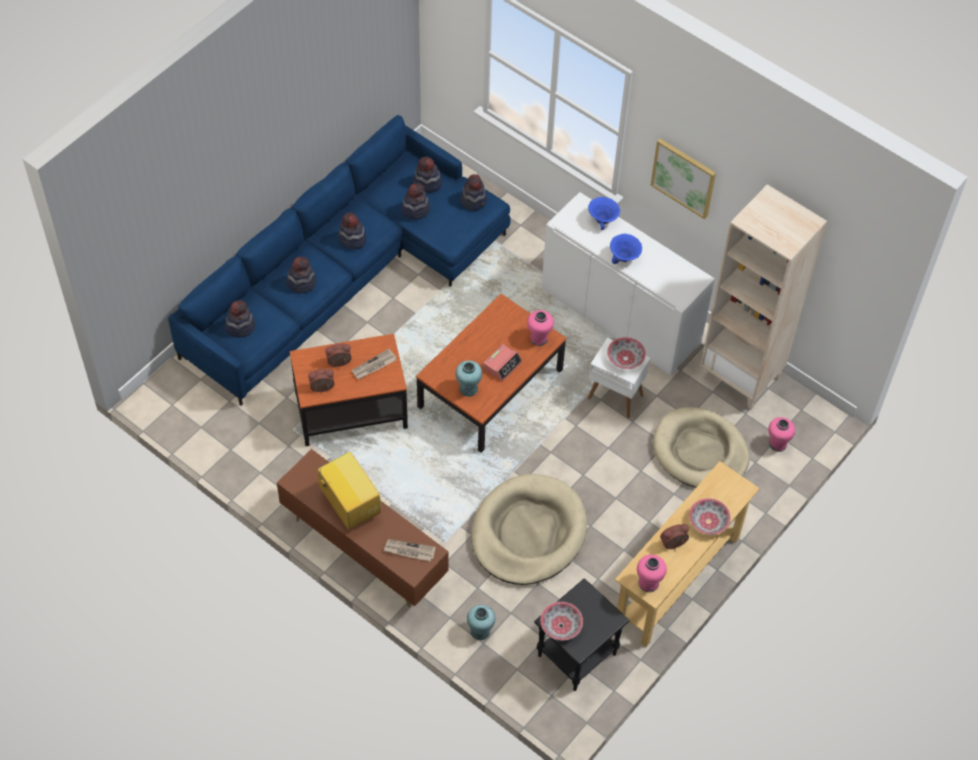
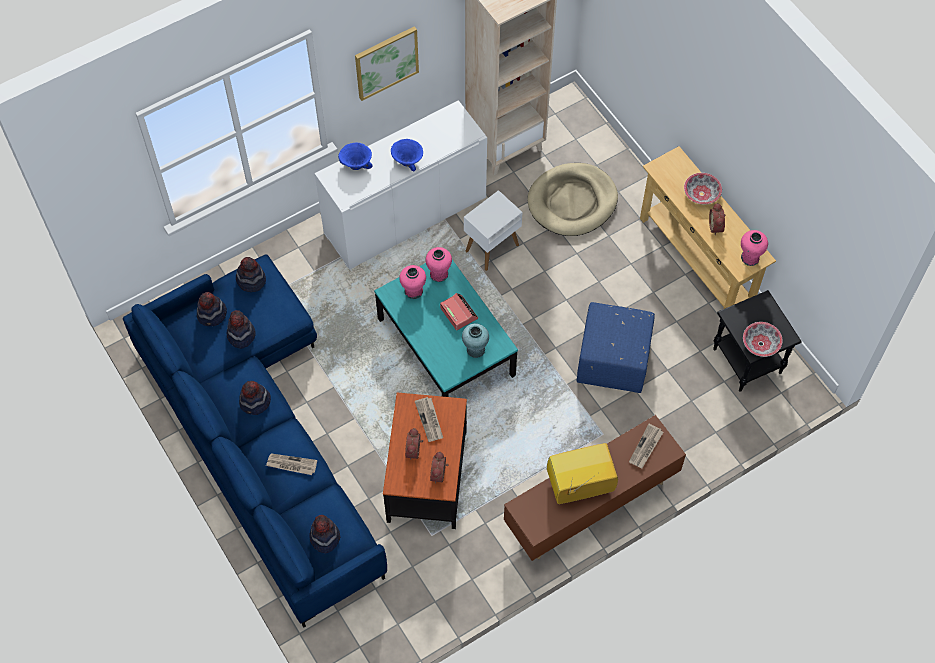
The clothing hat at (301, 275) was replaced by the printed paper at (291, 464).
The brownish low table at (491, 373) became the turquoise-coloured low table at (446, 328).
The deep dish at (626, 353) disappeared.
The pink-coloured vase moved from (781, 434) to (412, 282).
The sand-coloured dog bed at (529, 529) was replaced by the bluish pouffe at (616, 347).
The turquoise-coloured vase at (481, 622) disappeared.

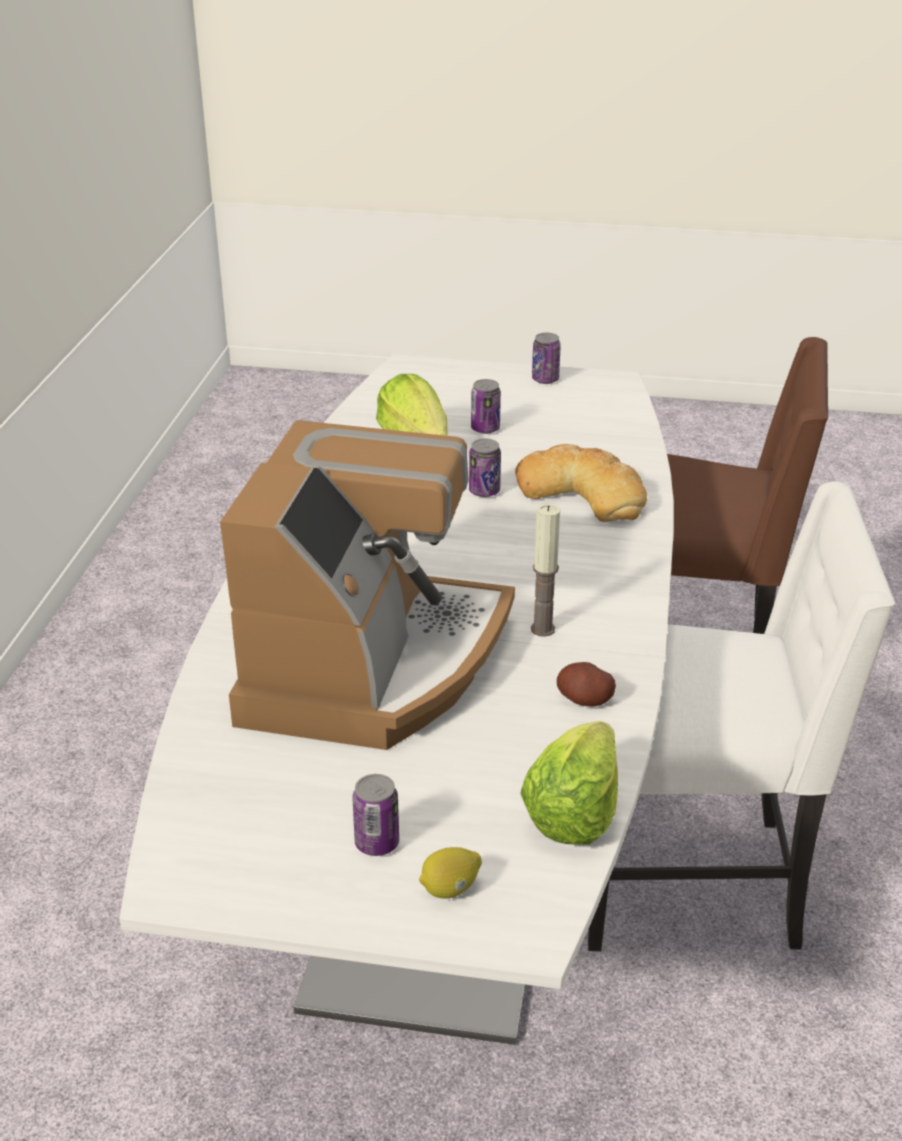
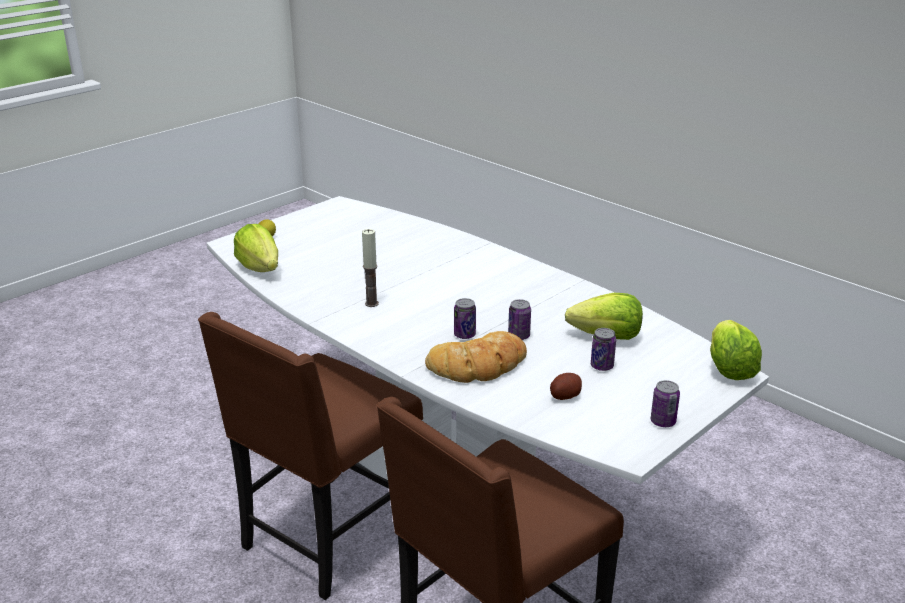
The coffee maker at (367, 585) disappeared.
The white-coloured upright chair at (741, 716) became the brownish upright chair at (310, 456).
The whole potato moved from (586, 684) to (566, 386).
The can moved from (375, 815) to (465, 318).
The head of lettuce at (736, 350) appeared.

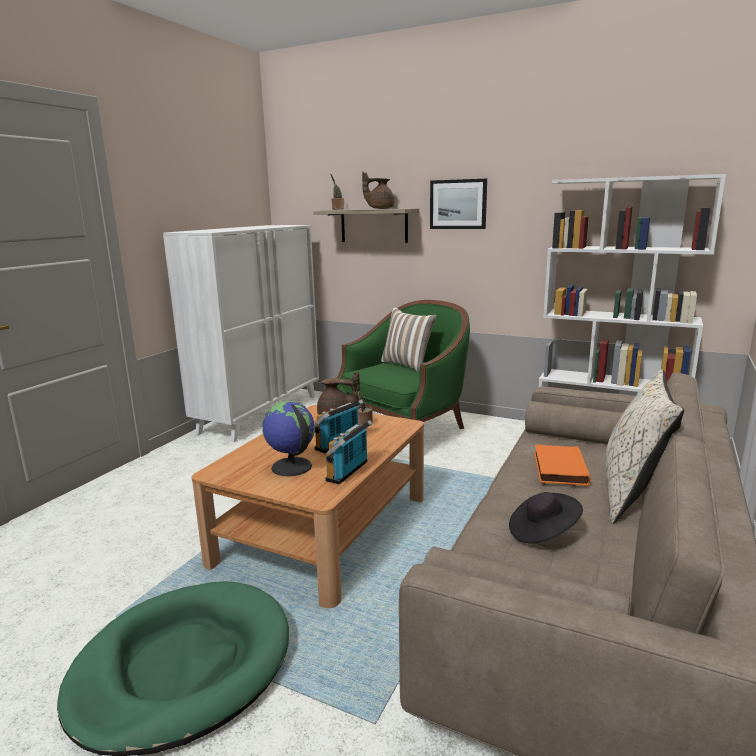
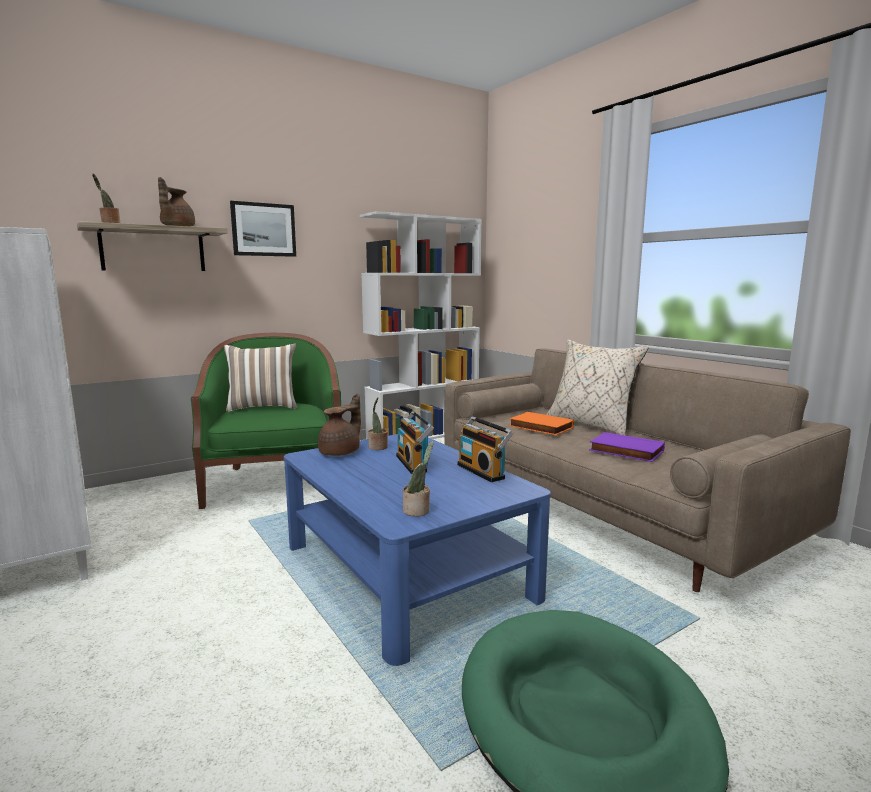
The world globe at (288, 438) disappeared.
The brownish low table at (308, 506) became the bluish low table at (417, 550).
The black clothing hat at (546, 518) was replaced by the purplish volume at (627, 447).
The plant in a pot at (418, 478) appeared.

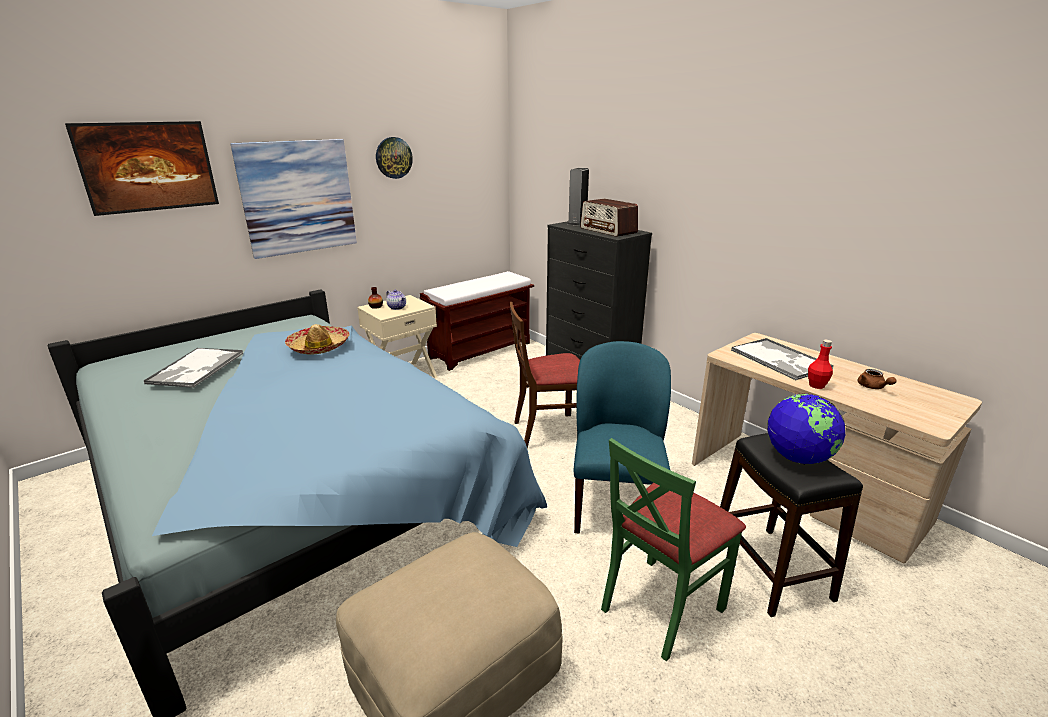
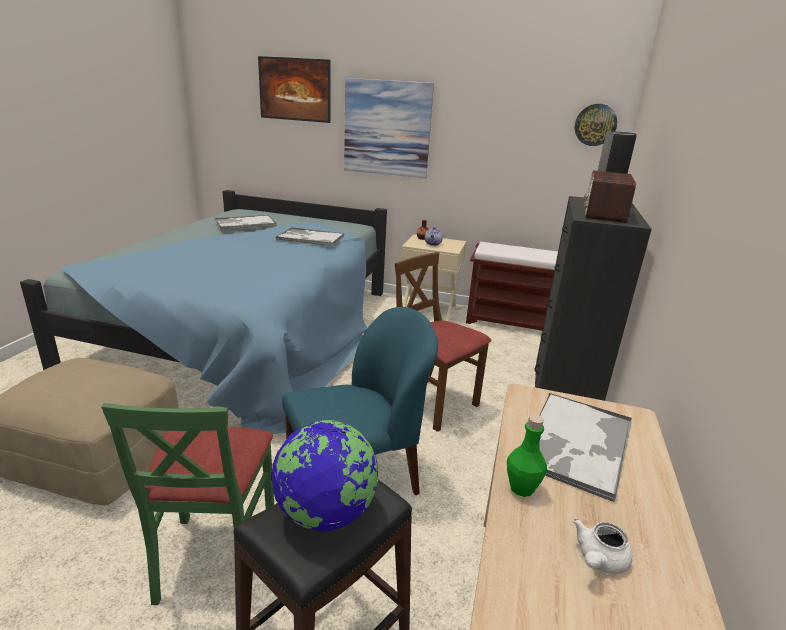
The wall clock moved from (394, 158) to (596, 125).
The clothing hat at (317, 339) was replaced by the tray at (310, 236).
The reddish bottle at (820, 364) became the green-coloured bottle at (527, 455).
The brownish tea pot at (877, 379) became the white-coloured tea pot at (603, 546).
The green-coloured upright chair at (673, 549) turned 105 degrees counterclockwise.

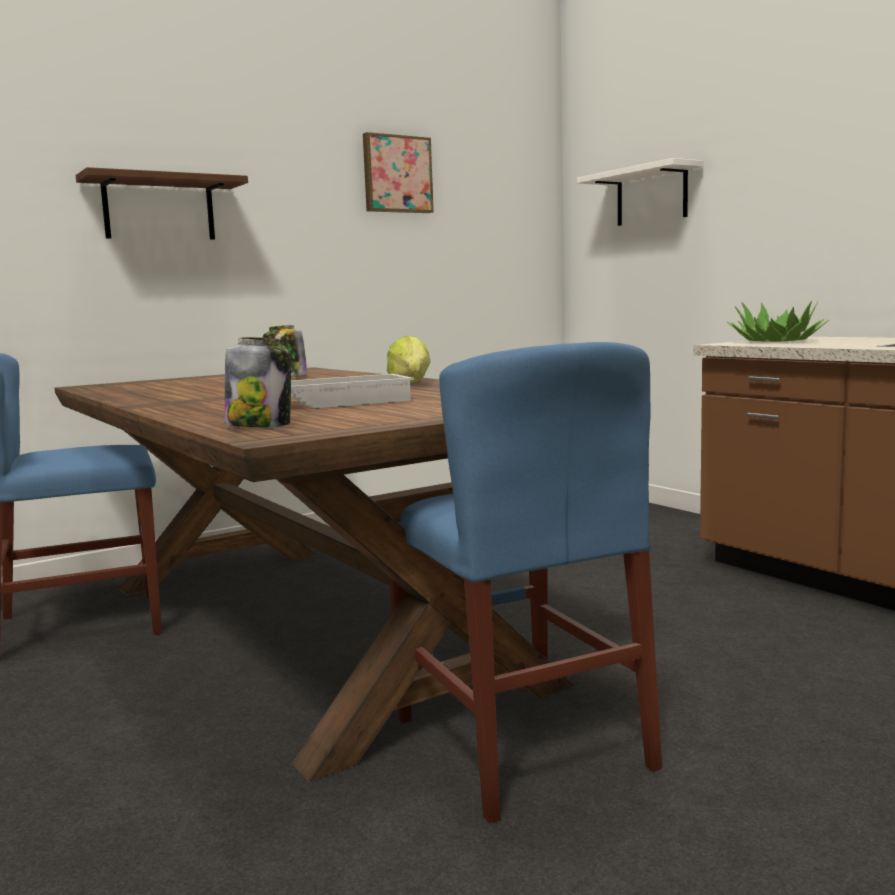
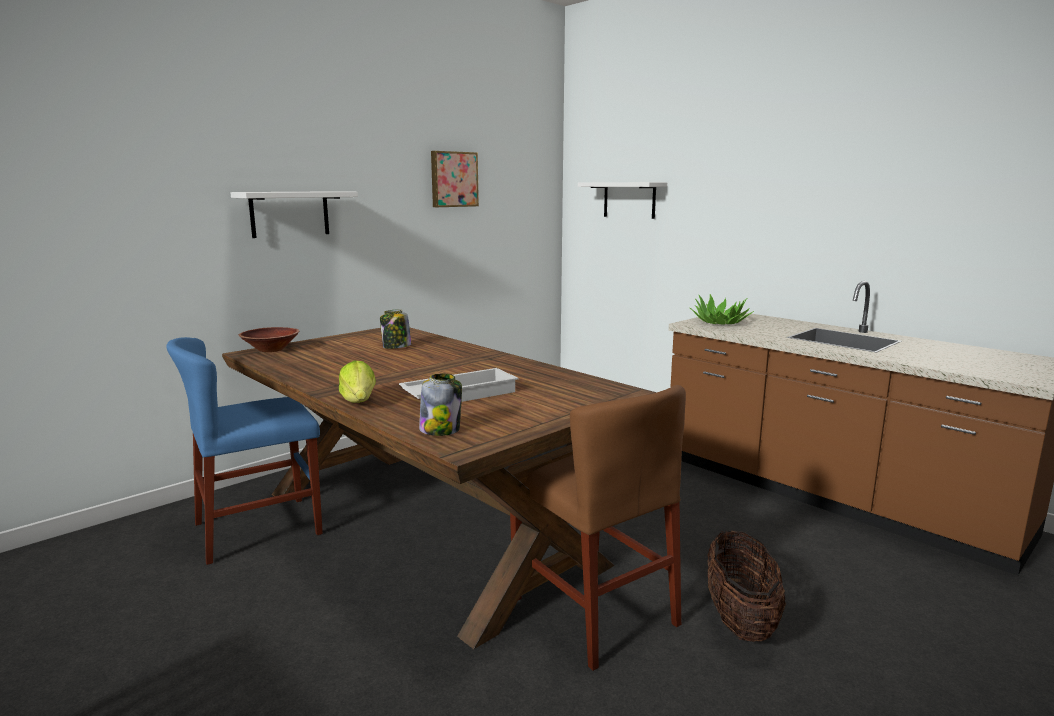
The brownish bracket shelf at (162, 203) became the white-coloured bracket shelf at (294, 214).
The head of lettuce moved from (409, 360) to (357, 381).
The bluish upright chair at (525, 582) became the brownish upright chair at (597, 528).
The brownish deep dish at (269, 339) appeared.
The household basket at (746, 586) appeared.

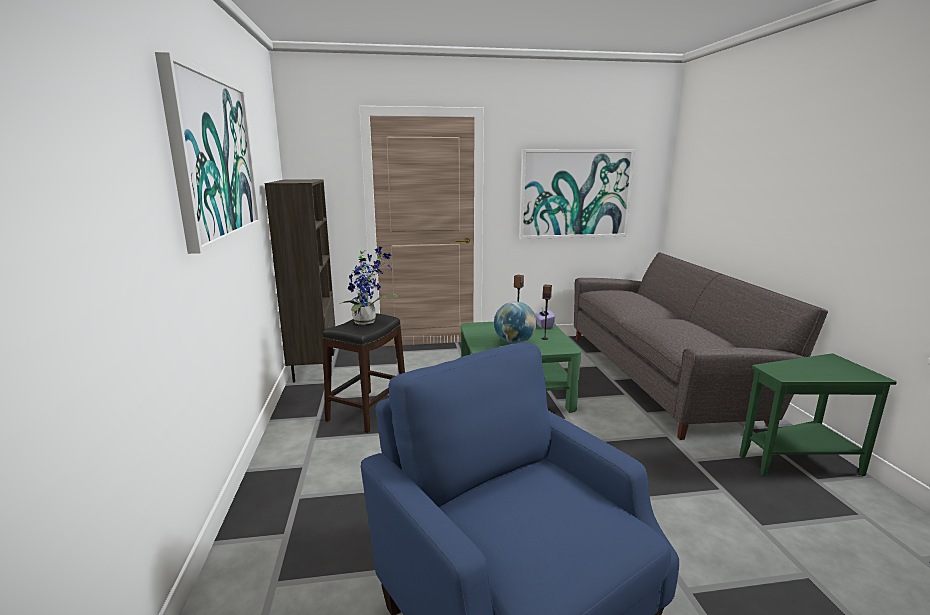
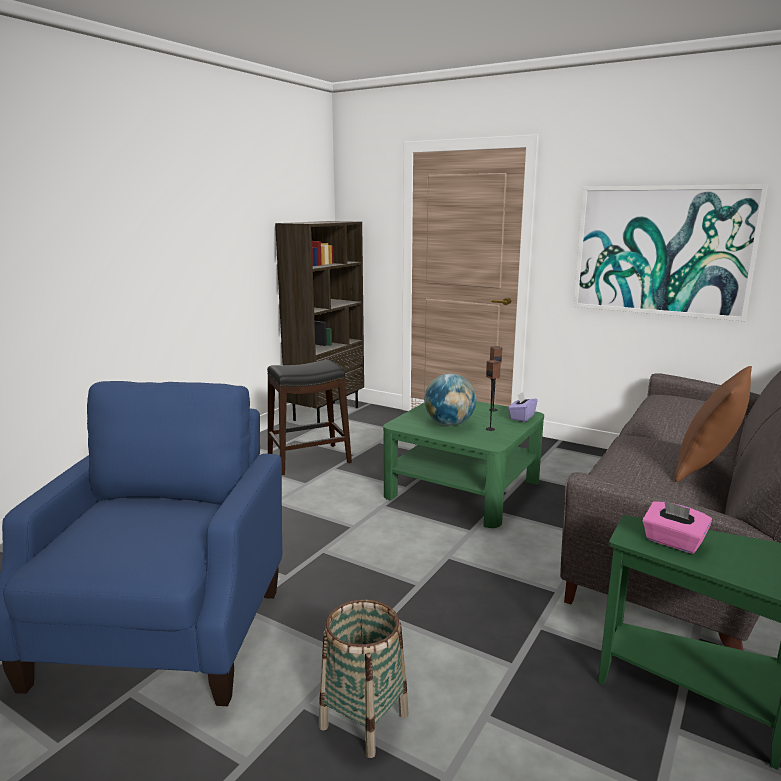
The wall art at (207, 153) disappeared.
The plant in a pot at (368, 285) disappeared.
The brownish throw pillow at (713, 424) appeared.
The pink-coloured tissue holder at (677, 527) appeared.
The household basket at (363, 678) appeared.

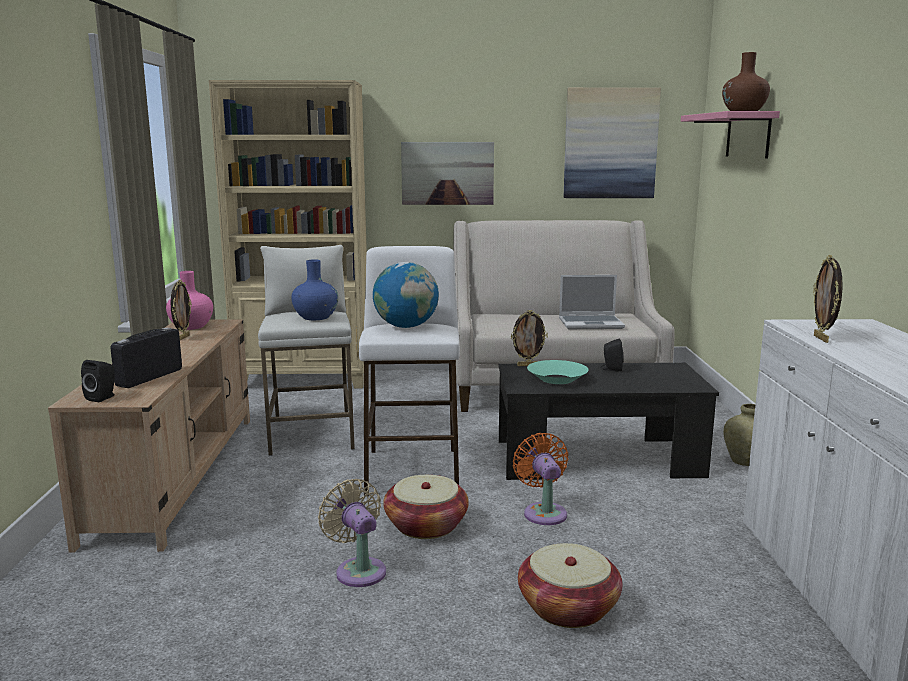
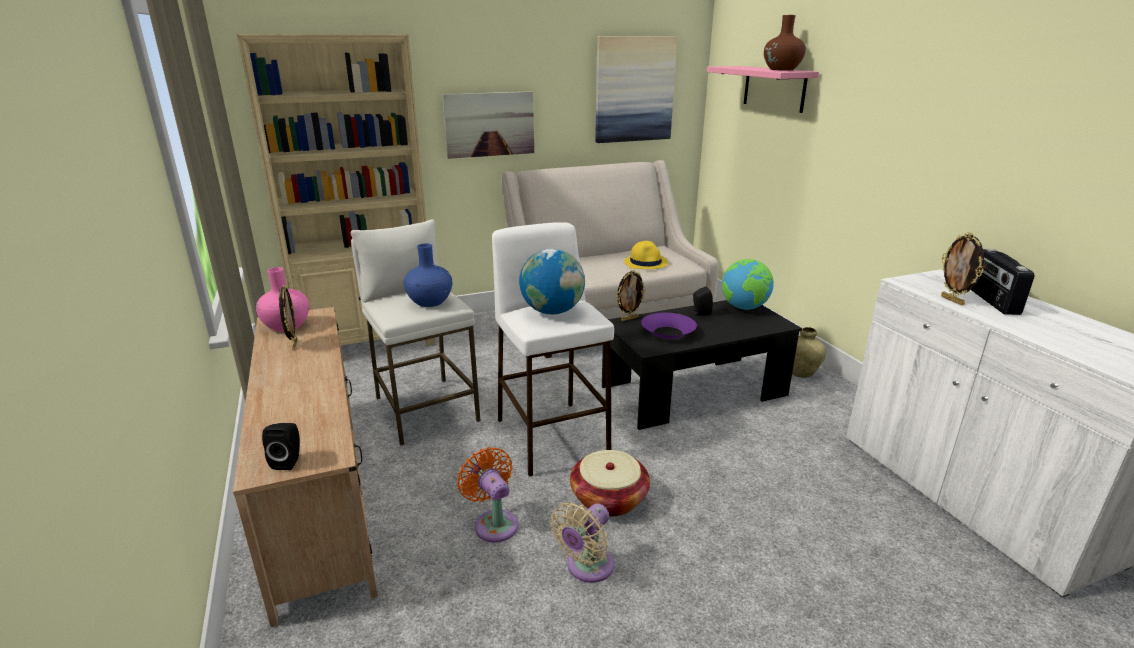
The notebook computer at (592, 302) was replaced by the yellow-coloured clothing hat at (646, 255).
The radio moved from (146, 358) to (1003, 282).
The turquoise-coloured deep dish at (558, 372) became the purplish deep dish at (669, 326).
The orange-coloured electric fan moved from (541, 479) to (488, 494).
The sand-coloured electric fan at (352, 533) turned 90 degrees counterclockwise.
The household basket at (570, 585) disappeared.
The world globe at (748, 284) appeared.

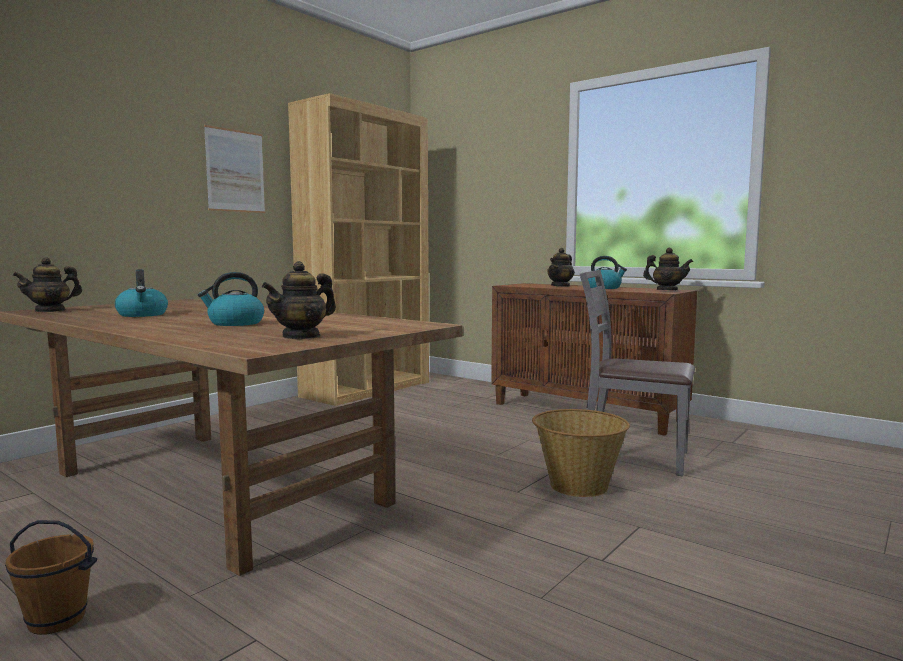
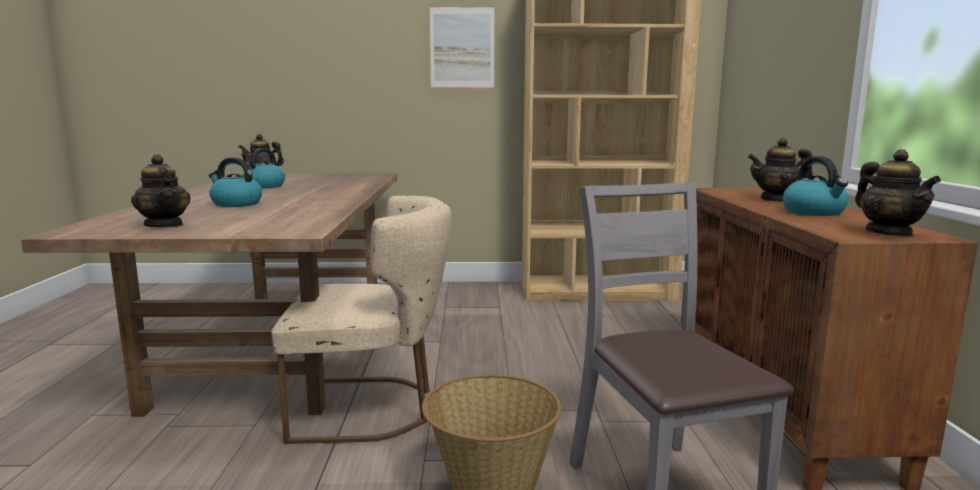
The tea pot at (299, 300) turned 135 degrees counterclockwise.
The brownish bucket at (51, 577) disappeared.
The sand-coloured upright chair at (361, 320) appeared.

